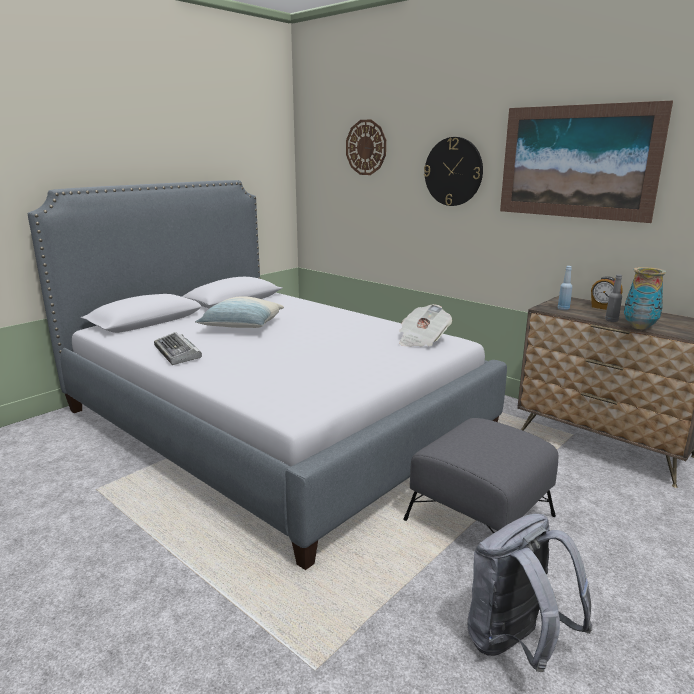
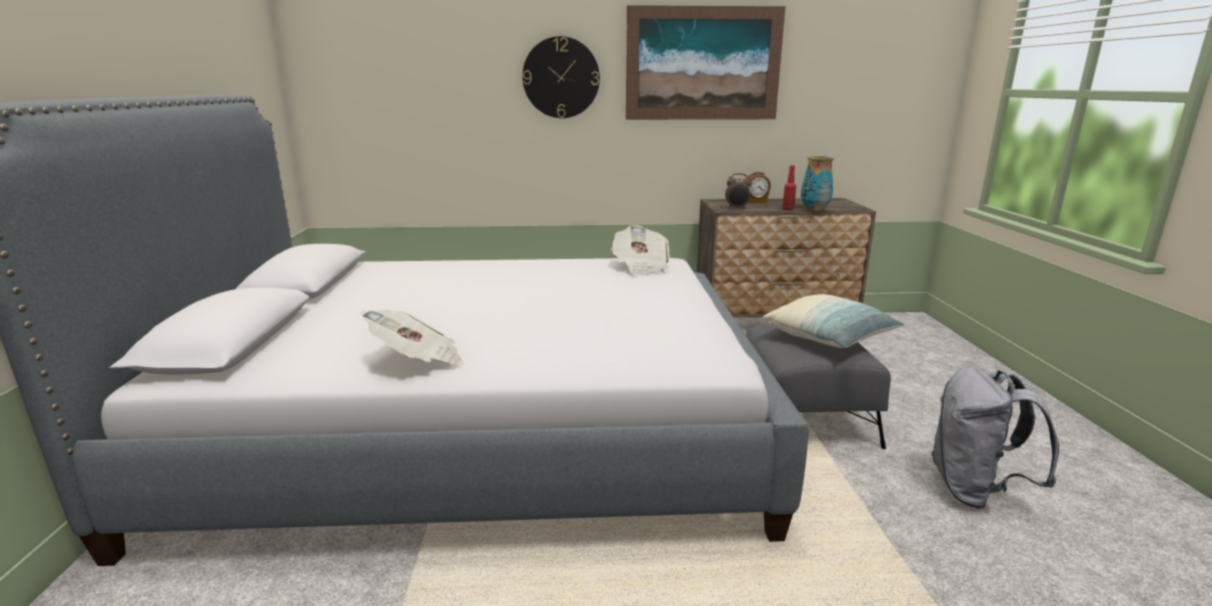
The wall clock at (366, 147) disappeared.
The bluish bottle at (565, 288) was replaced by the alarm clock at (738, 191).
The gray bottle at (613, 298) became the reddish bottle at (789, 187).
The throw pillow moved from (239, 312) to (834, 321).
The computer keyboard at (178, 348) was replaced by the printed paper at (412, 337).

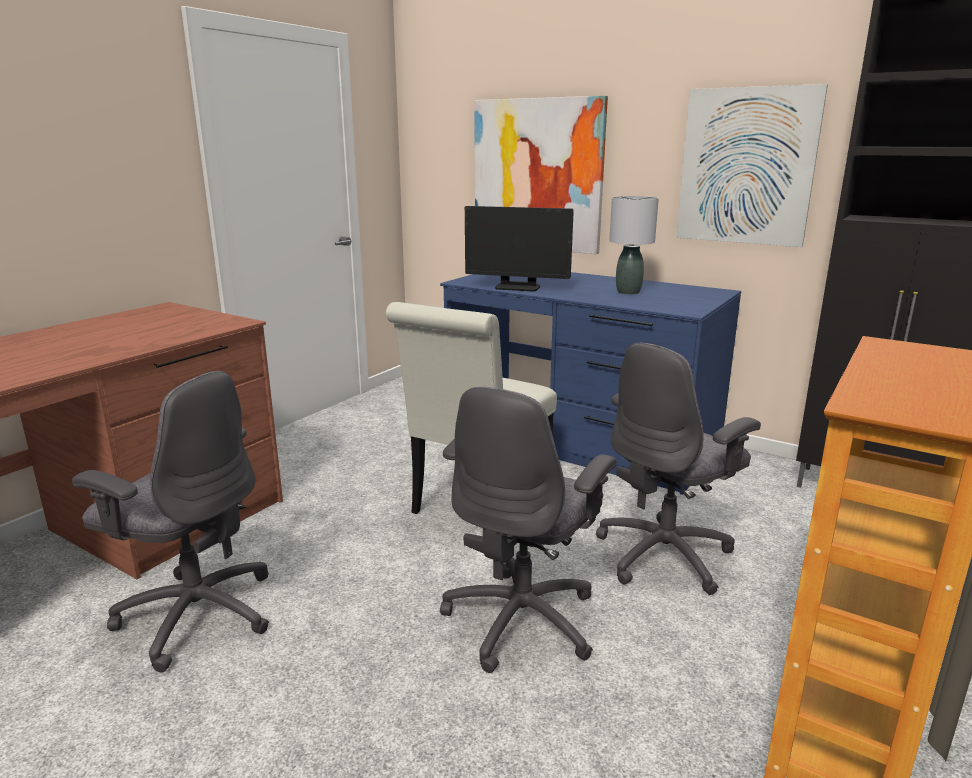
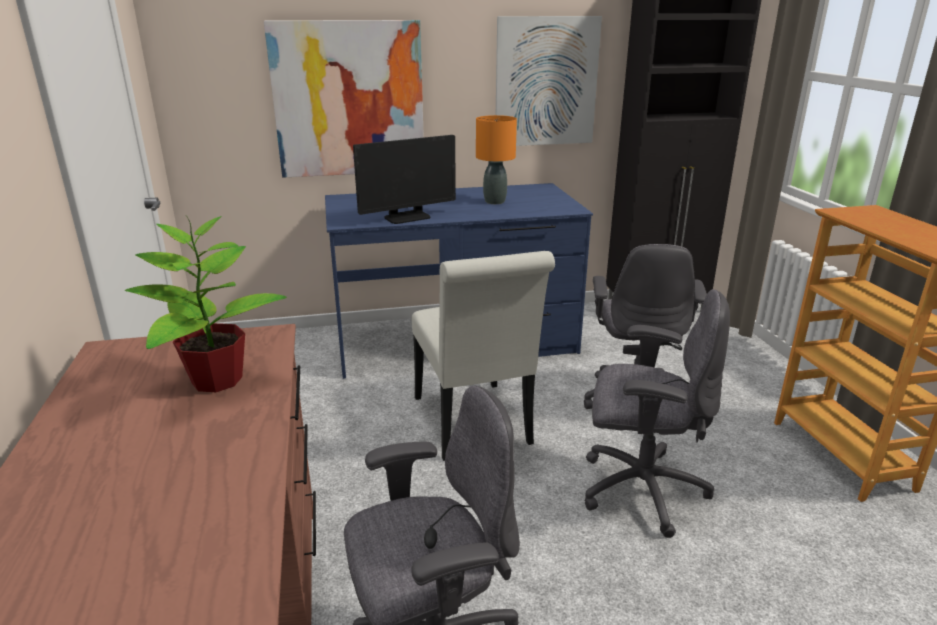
The gray lamp for a table at (634, 245) became the orange-coloured lamp for a table at (496, 159).
The gray desk chair at (528, 530) turned 60 degrees counterclockwise.
The plant in a pot at (206, 304) appeared.

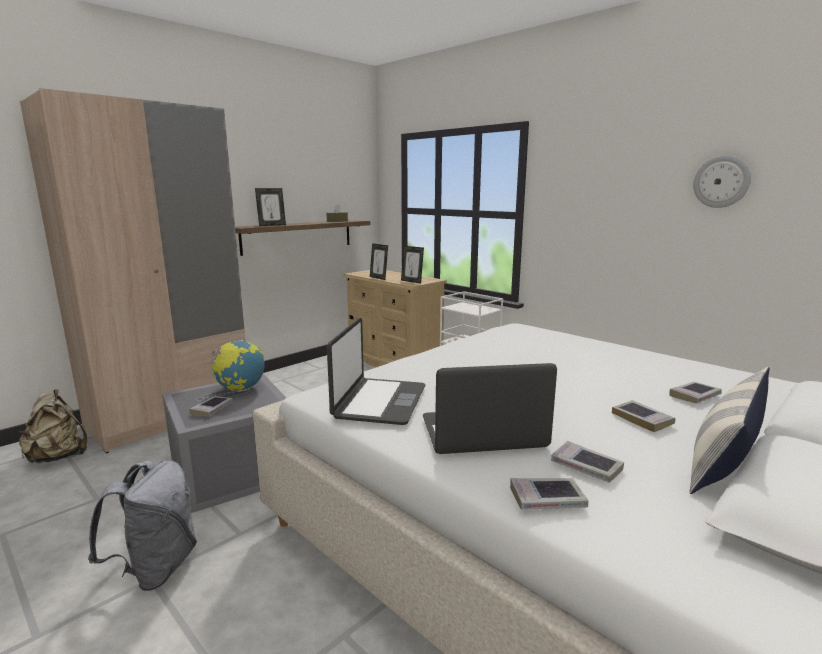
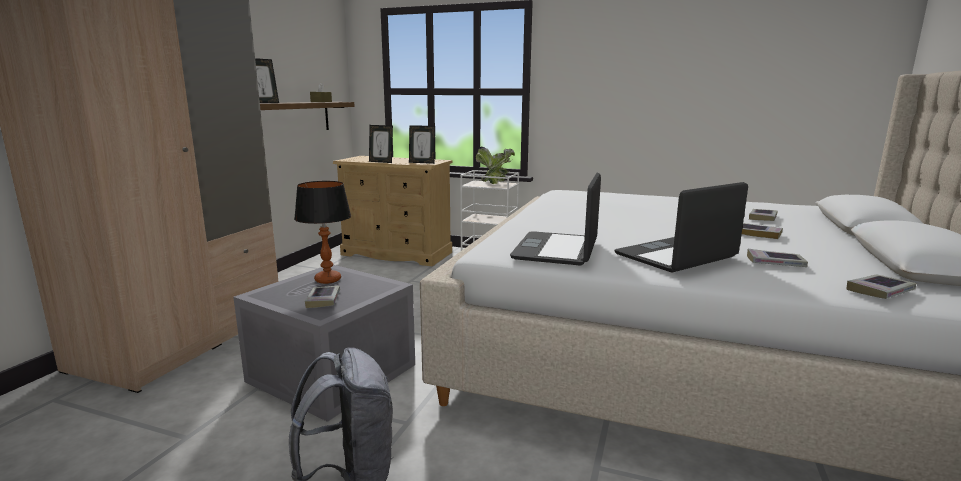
The wall clock at (722, 181) disappeared.
The notebook computer at (376, 371) turned 150 degrees counterclockwise.
The world globe at (237, 366) was replaced by the lamp for a table at (322, 232).
The throw pillow at (729, 430) disappeared.
The sand-coloured backpack at (53, 426) disappeared.
The volume moved from (549, 494) to (881, 286).
The plant in a pot at (495, 165) appeared.

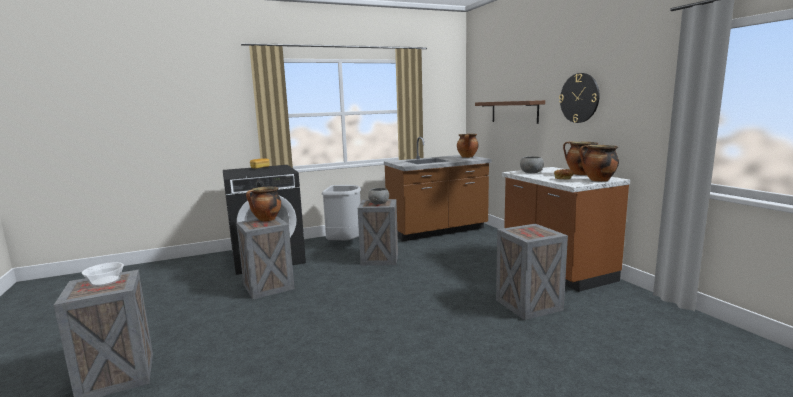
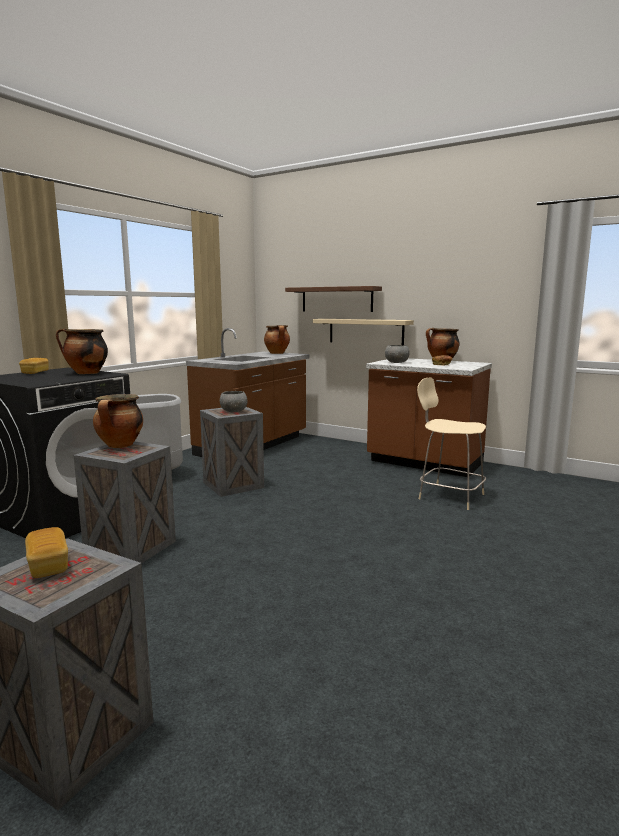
The wall clock at (579, 98) disappeared.
The cooking pot moved from (599, 163) to (82, 351).
The shipping crate at (532, 272) was replaced by the sand-coloured upright chair at (451, 444).
The deep dish at (103, 274) was replaced by the baked bread at (46, 552).
The sand-coloured bracket shelf at (363, 332) appeared.

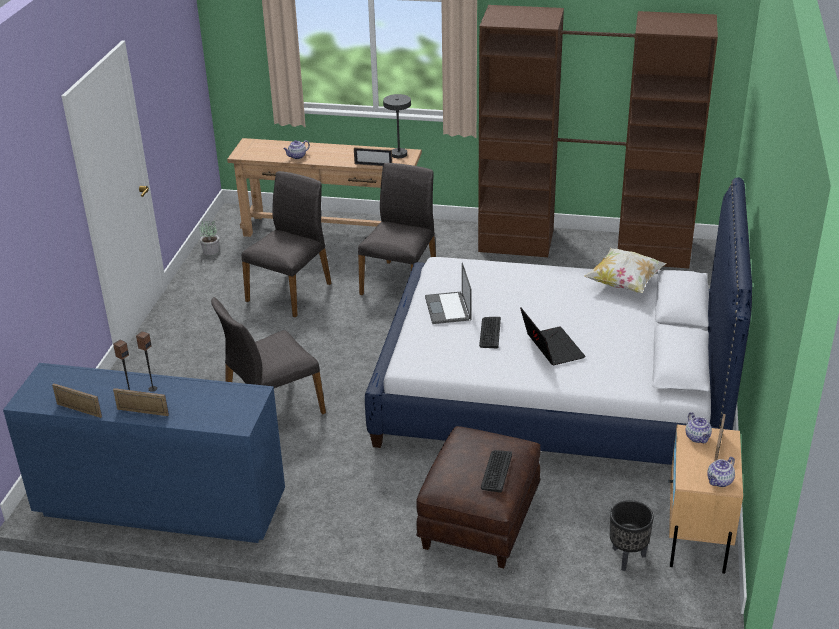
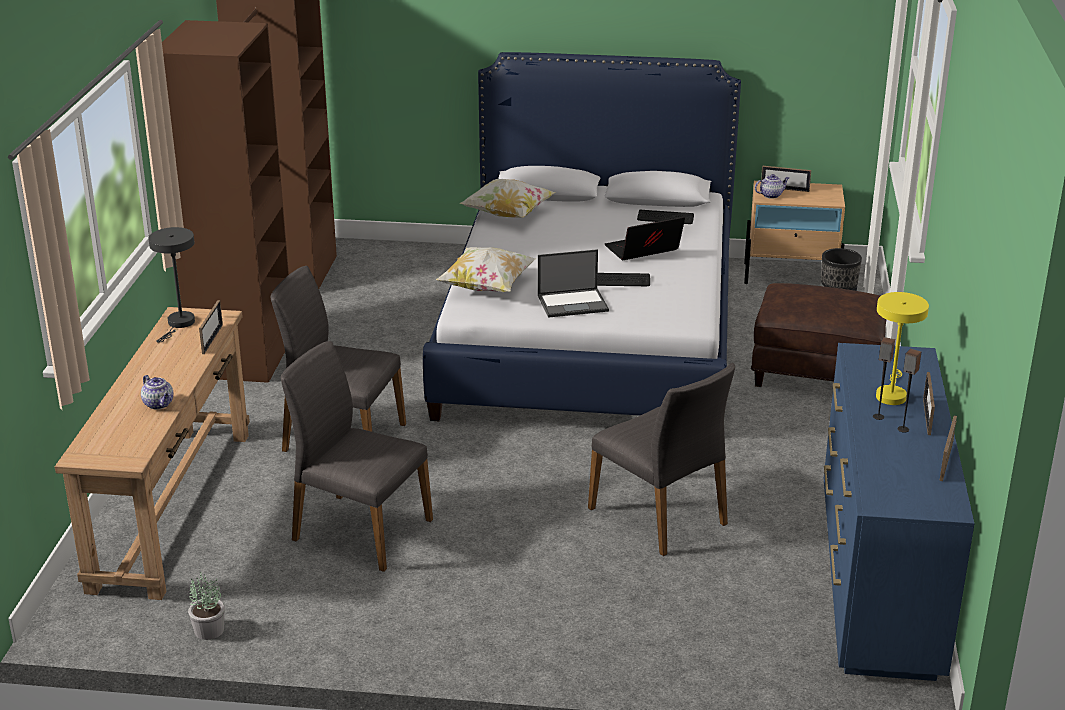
The computer keyboard moved from (496, 471) to (665, 217).
The tea pot at (721, 472) disappeared.
The throw pillow at (486, 269) appeared.
The yellow-coloured lamp for a table at (902, 348) appeared.

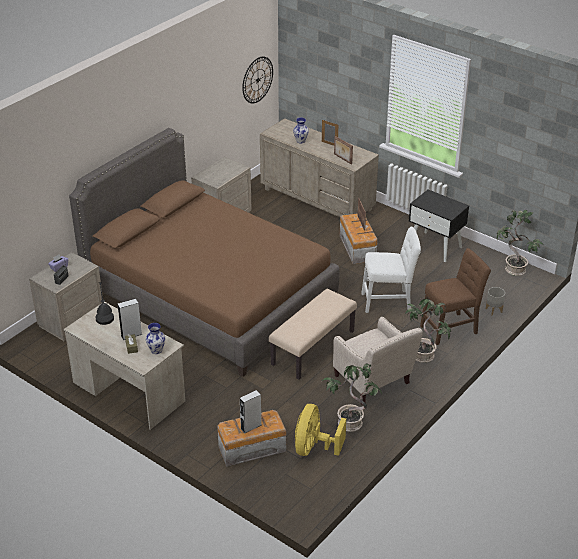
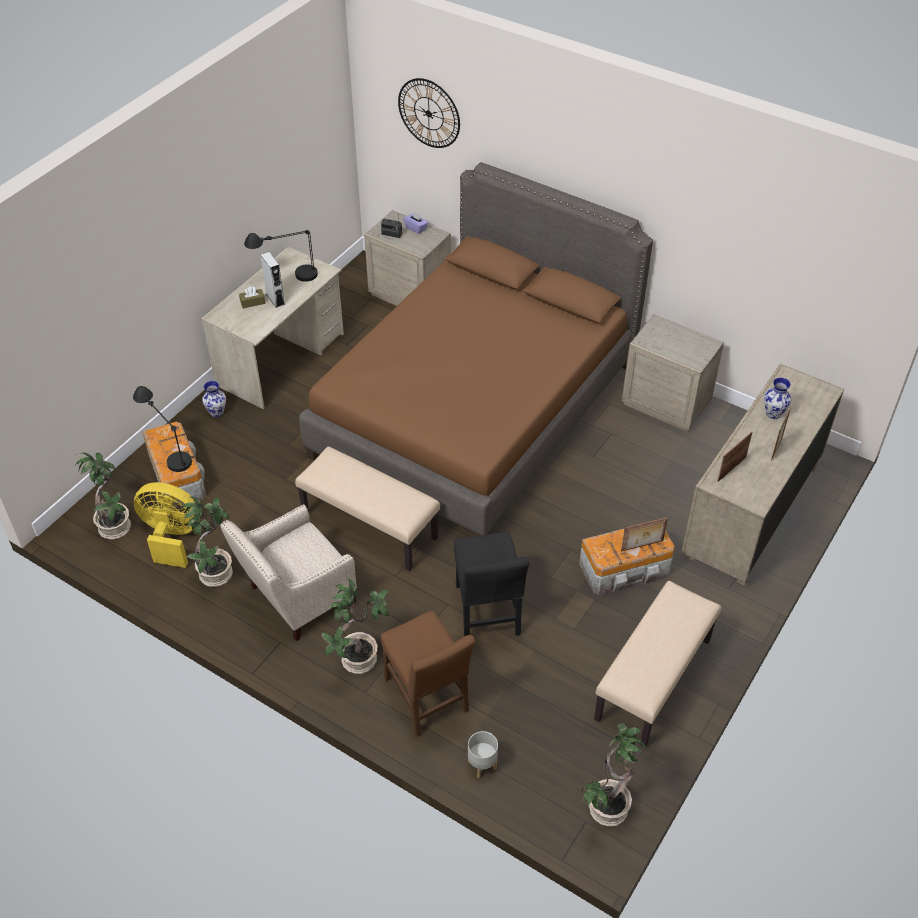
The wall clock moved from (257, 79) to (429, 113).
The black nightstand at (439, 226) was replaced by the sand-coloured long seat at (657, 664).
The white-coloured upright chair at (391, 270) became the black upright chair at (491, 584).
The vase moved from (155, 338) to (214, 399).
The gray loudspeaker at (250, 411) was replaced by the black lamp for a table at (162, 429).
The plant in a pot at (103, 496) appeared.

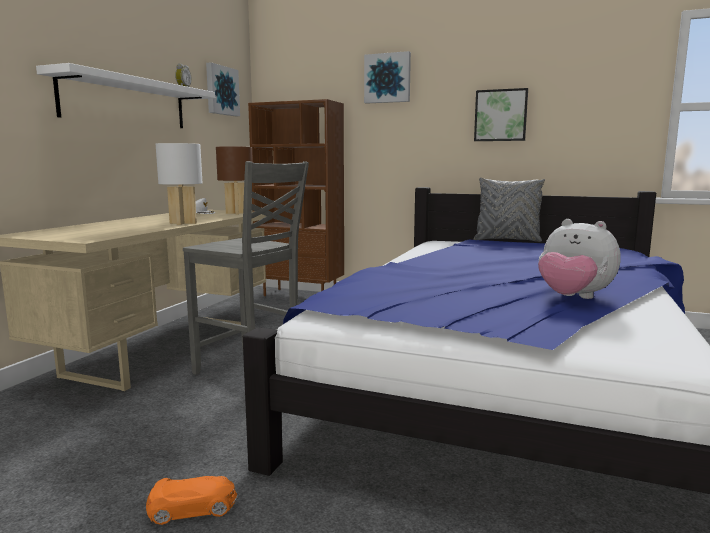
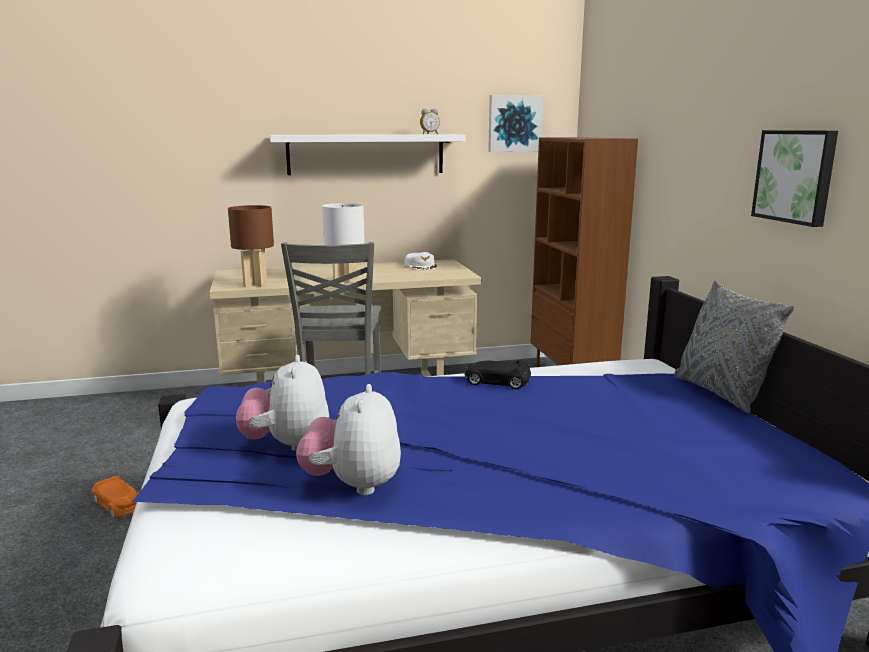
The wall art at (387, 77) disappeared.
The brownish lamp for a table moved from (234, 180) to (251, 246).
The soft toy at (282, 403) appeared.
The black toy car at (497, 374) appeared.

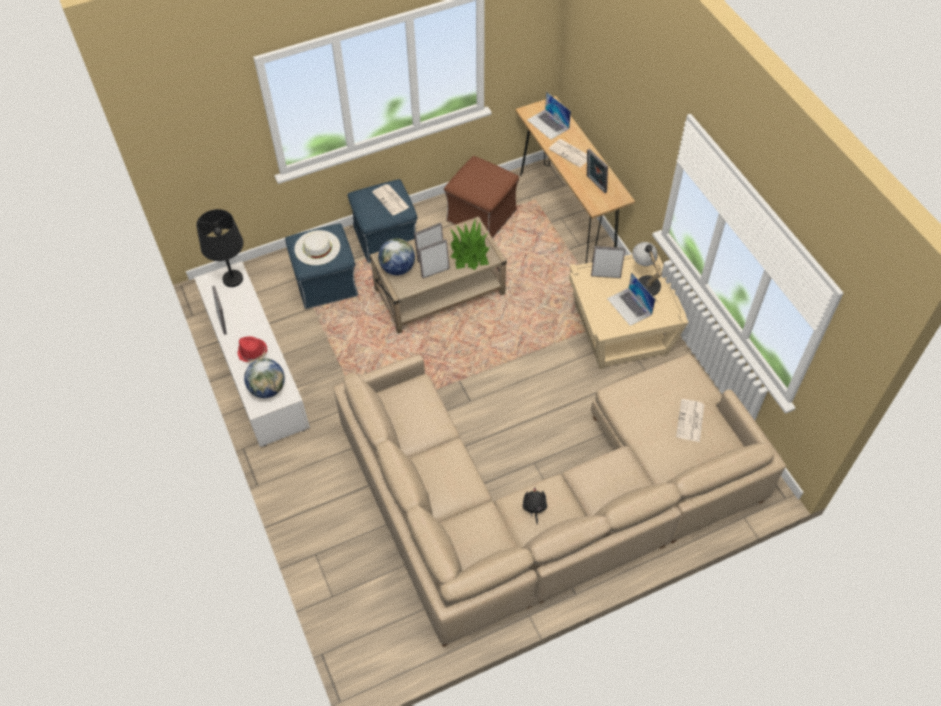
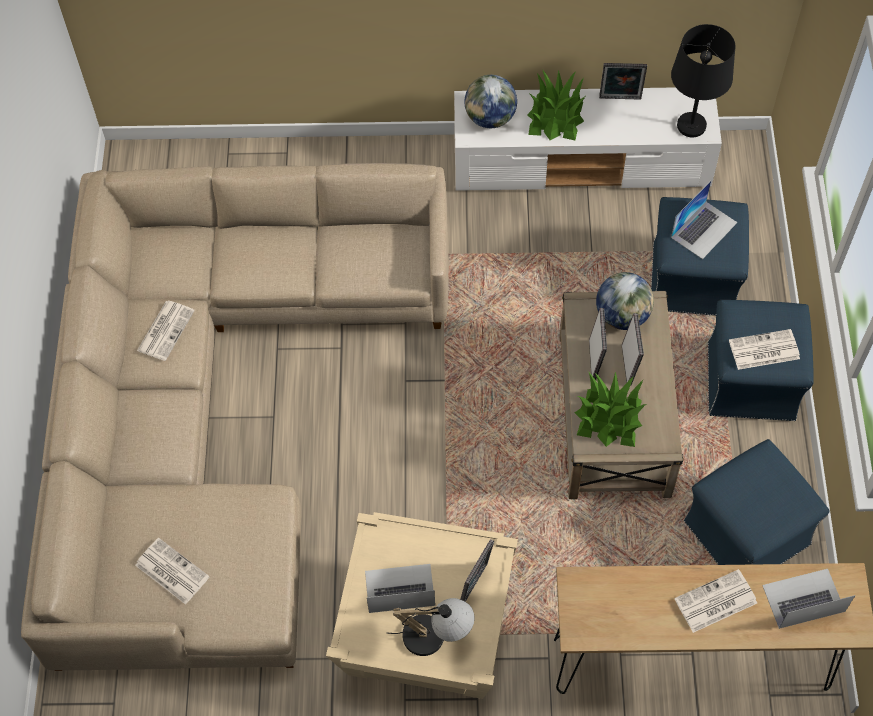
The photo frame at (597, 171) disappeared.
The brownish pouffe at (481, 197) became the bluish pouffe at (757, 502).
The white-coloured clothing hat at (317, 247) was replaced by the notebook computer at (704, 220).
The reddish clothing hat at (252, 349) was replaced by the plant in a pot at (556, 104).
The black soft toy at (534, 505) was replaced by the printed paper at (166, 331).

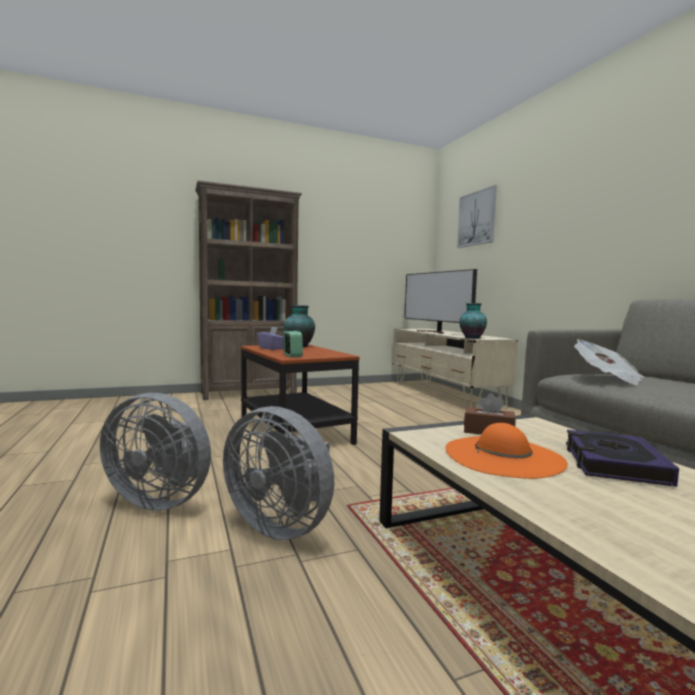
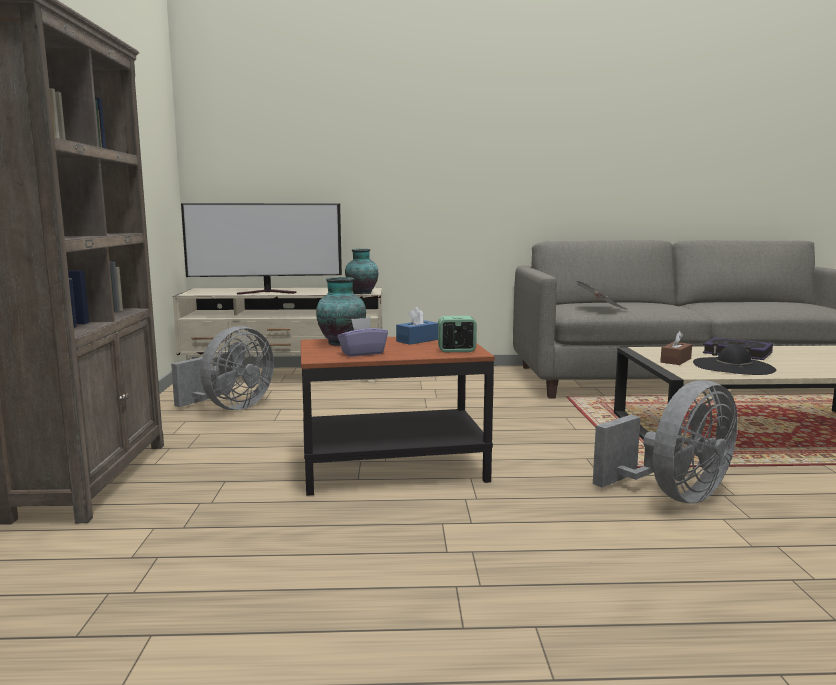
The wall art at (477, 216) disappeared.
The gray electric fan moved from (155, 452) to (222, 368).
The orange-coloured clothing hat at (506, 451) became the black clothing hat at (734, 360).
The bluish tissue holder at (417, 326) appeared.

